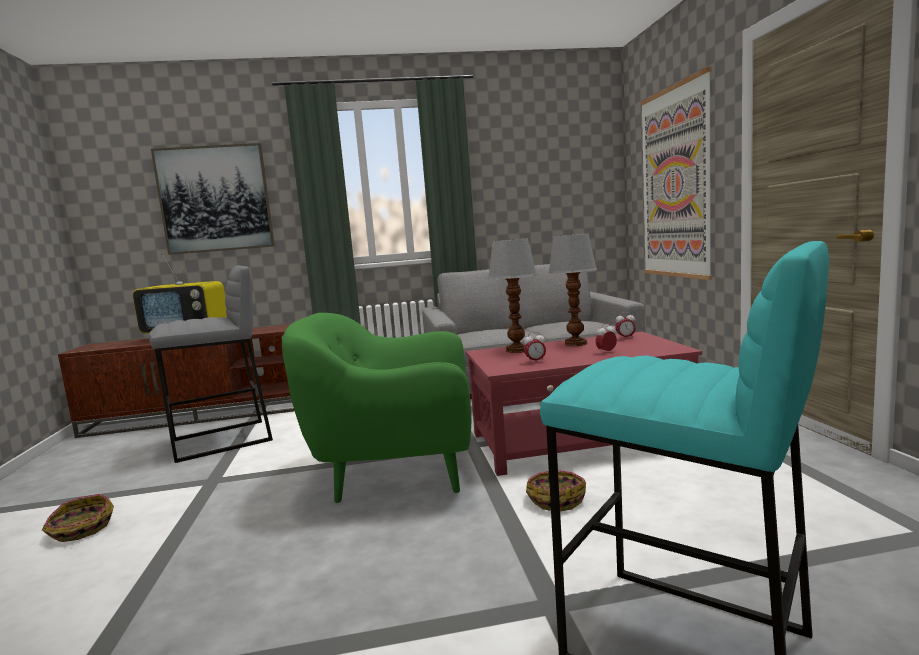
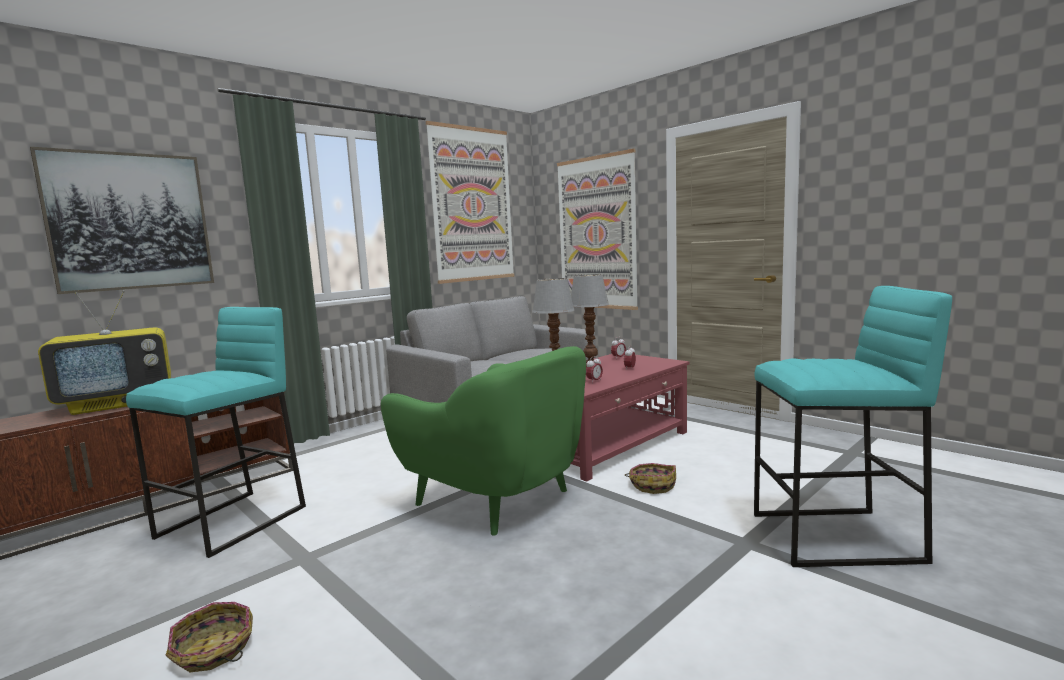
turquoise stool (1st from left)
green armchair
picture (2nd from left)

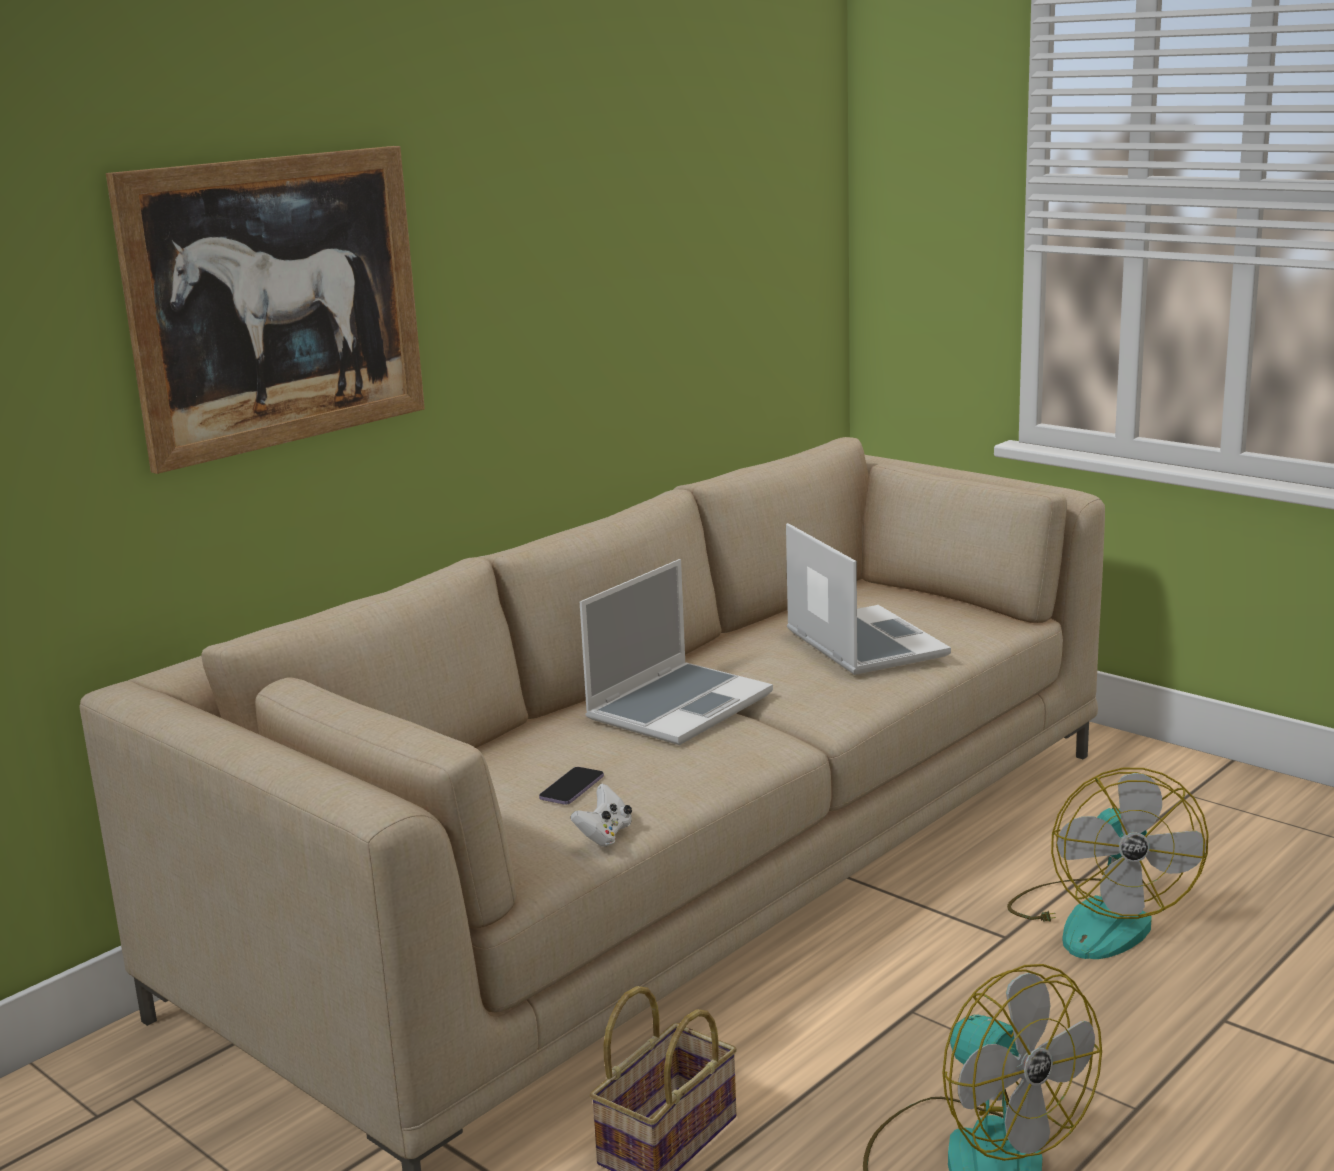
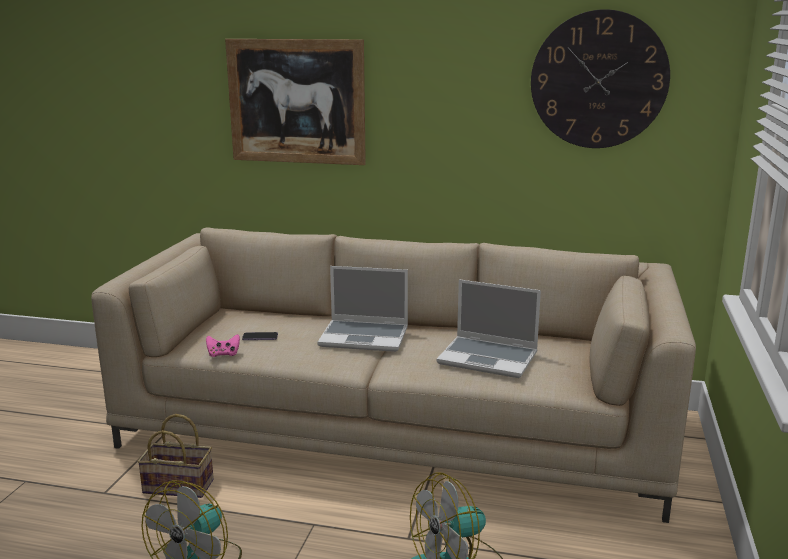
pink game controller
laptop (2nd from left)
wall clock

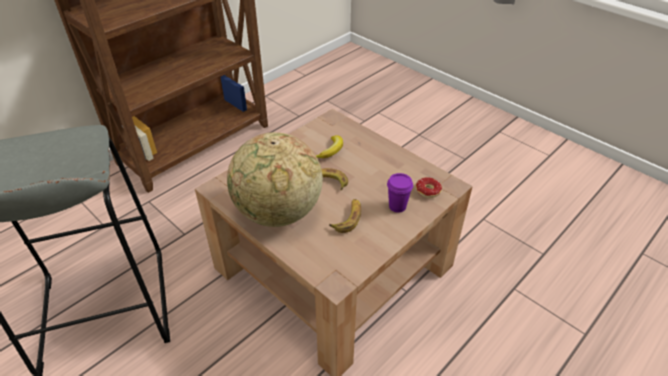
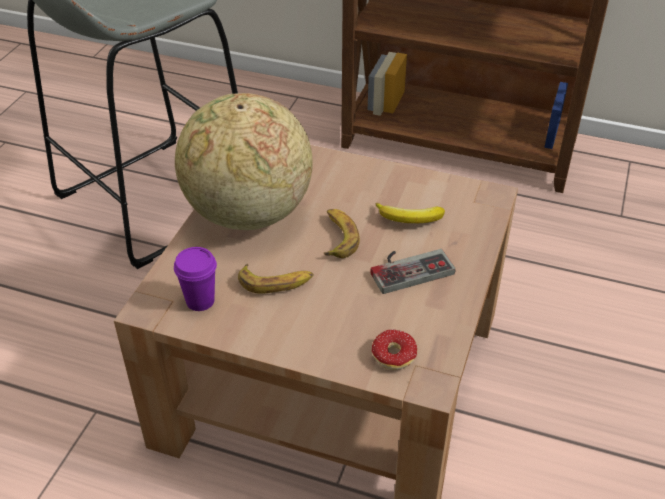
purple cup
game controller

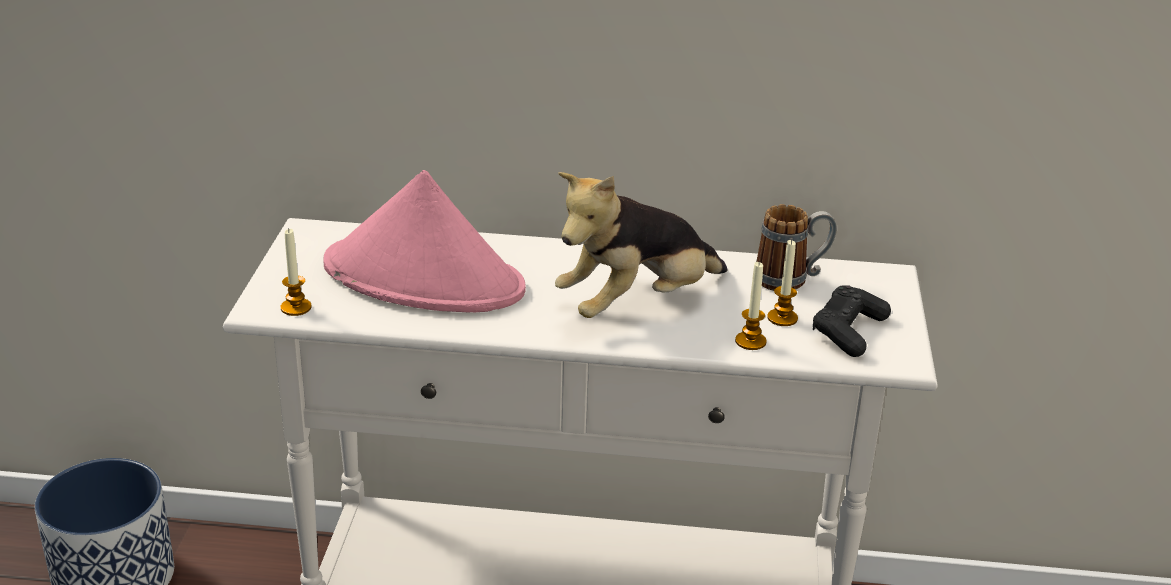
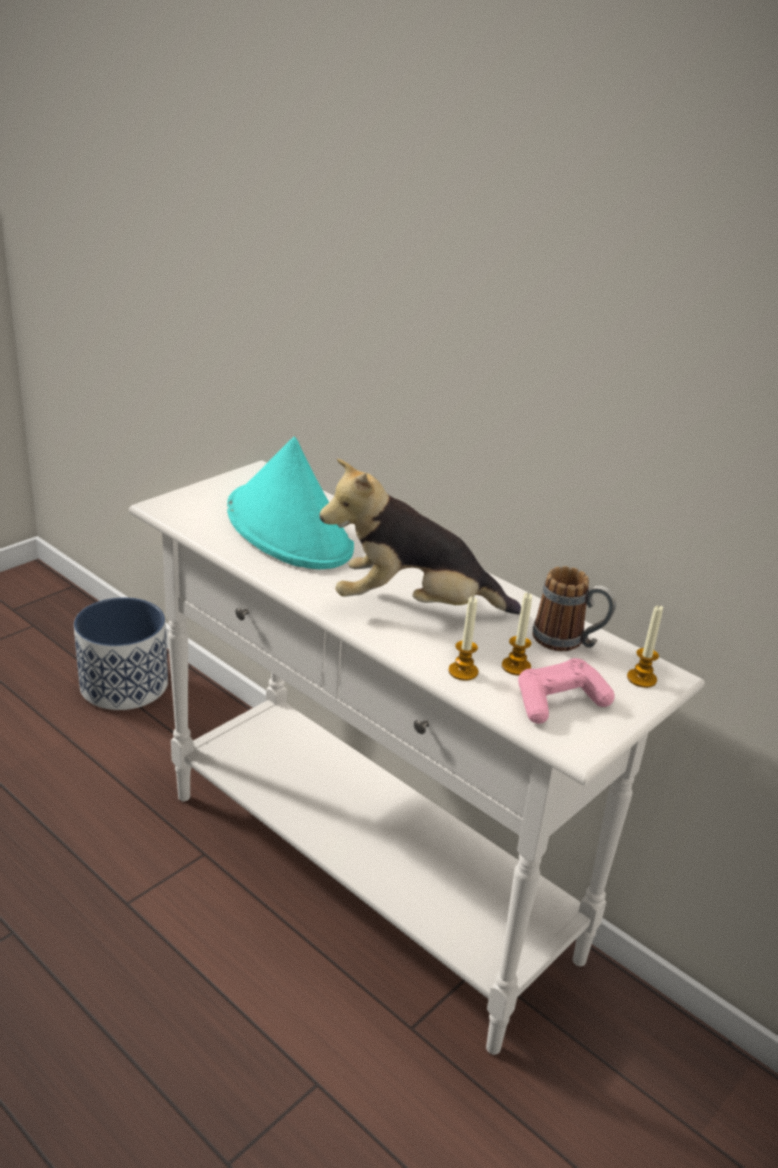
turquoise hat
pink game controller
candle (3rd from left)

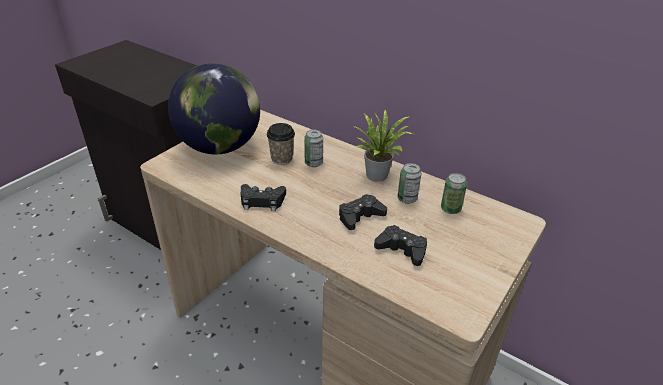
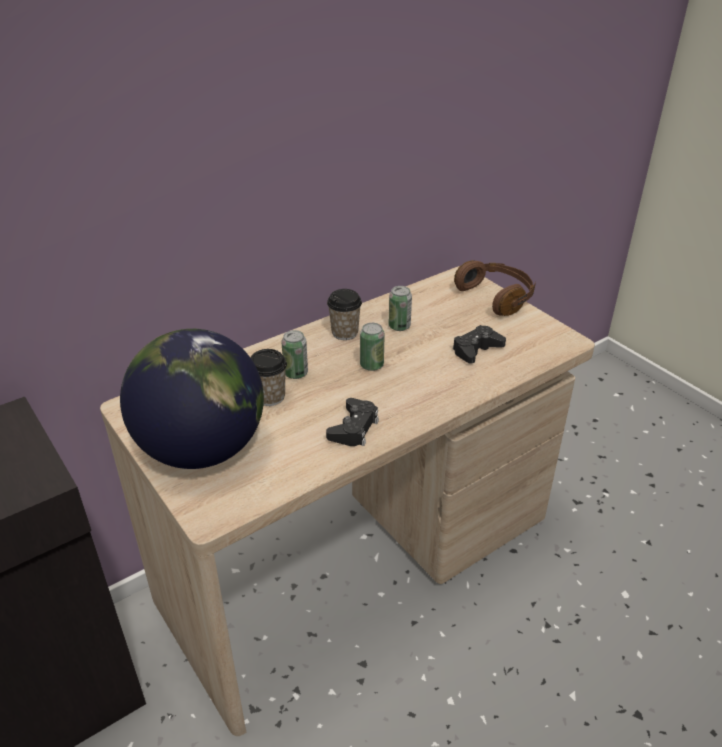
cup (2nd from left)
can (2nd from left)
brown headphones
black game controller (2nd from left in the first image)

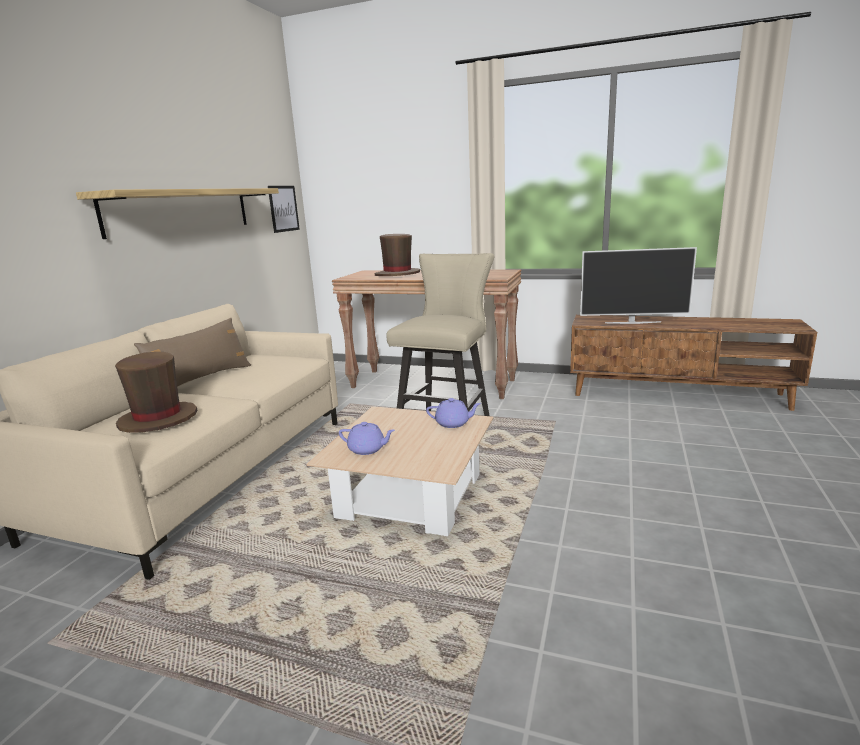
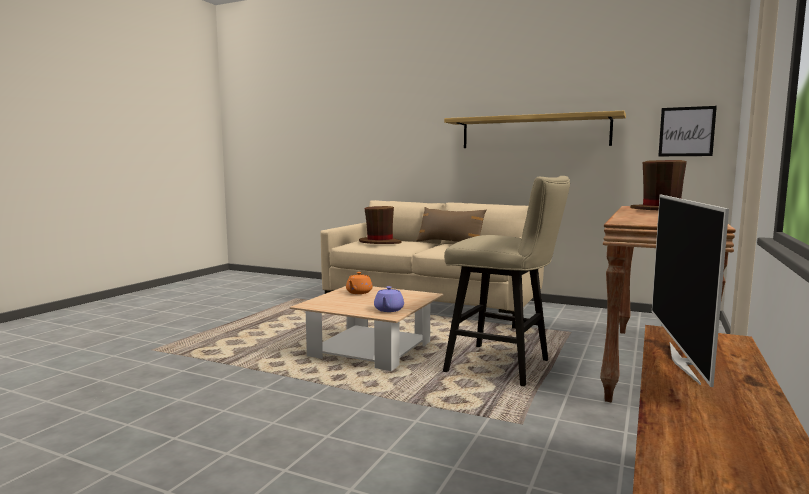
orange teapot

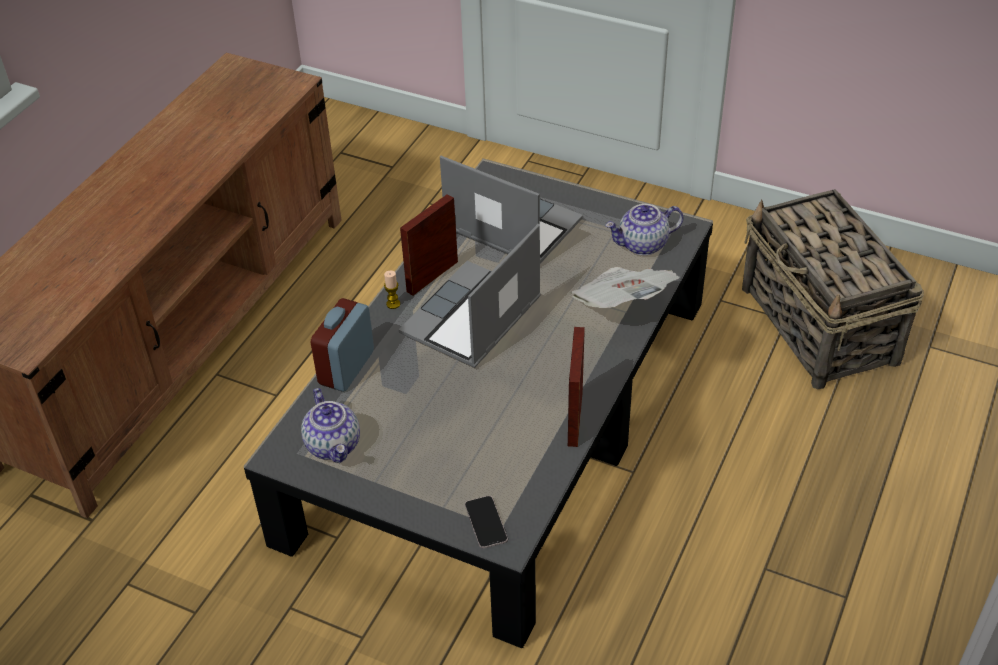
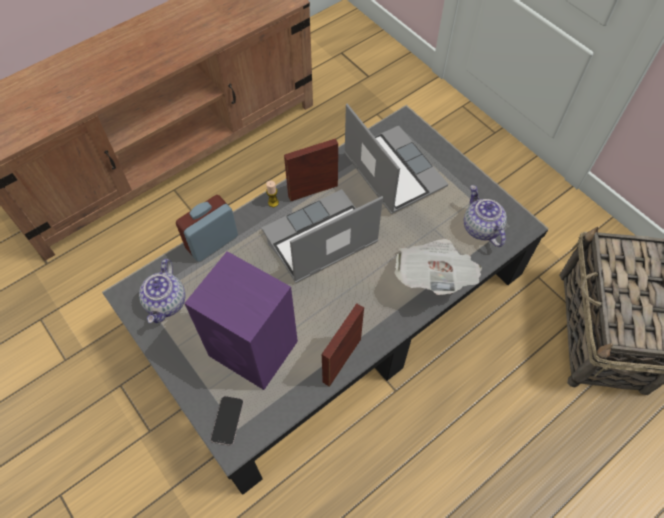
purple speaker
teapot (2nd from left)

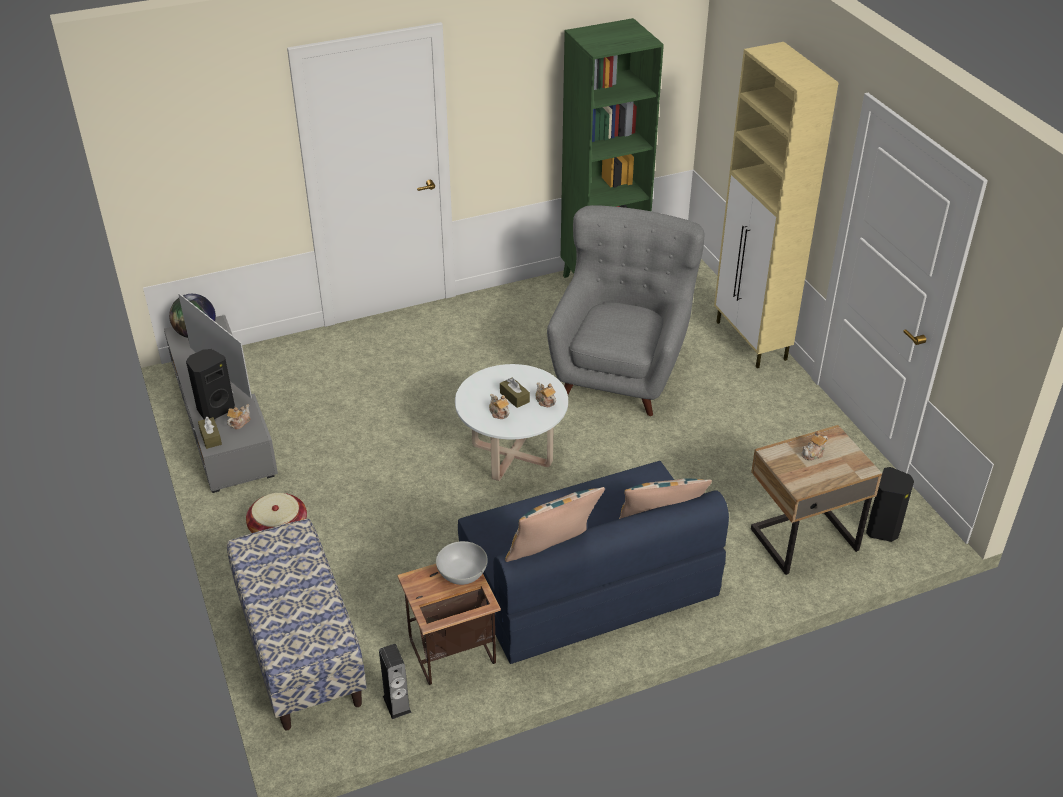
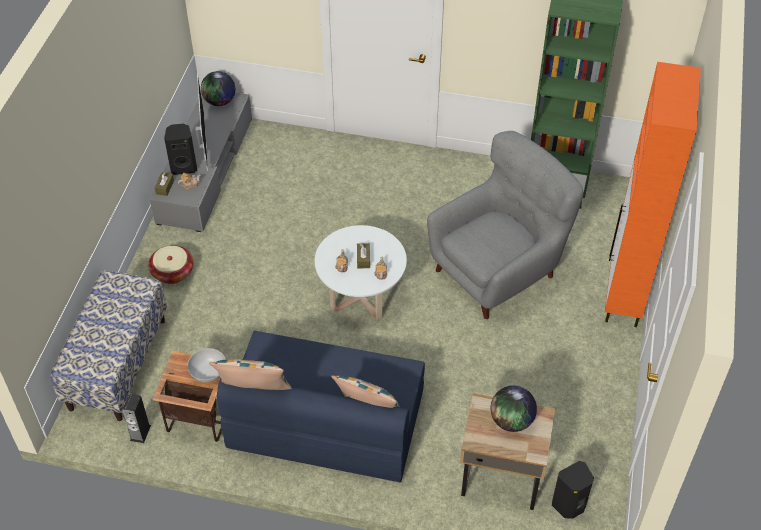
globe (2nd from left)
orange cabinet

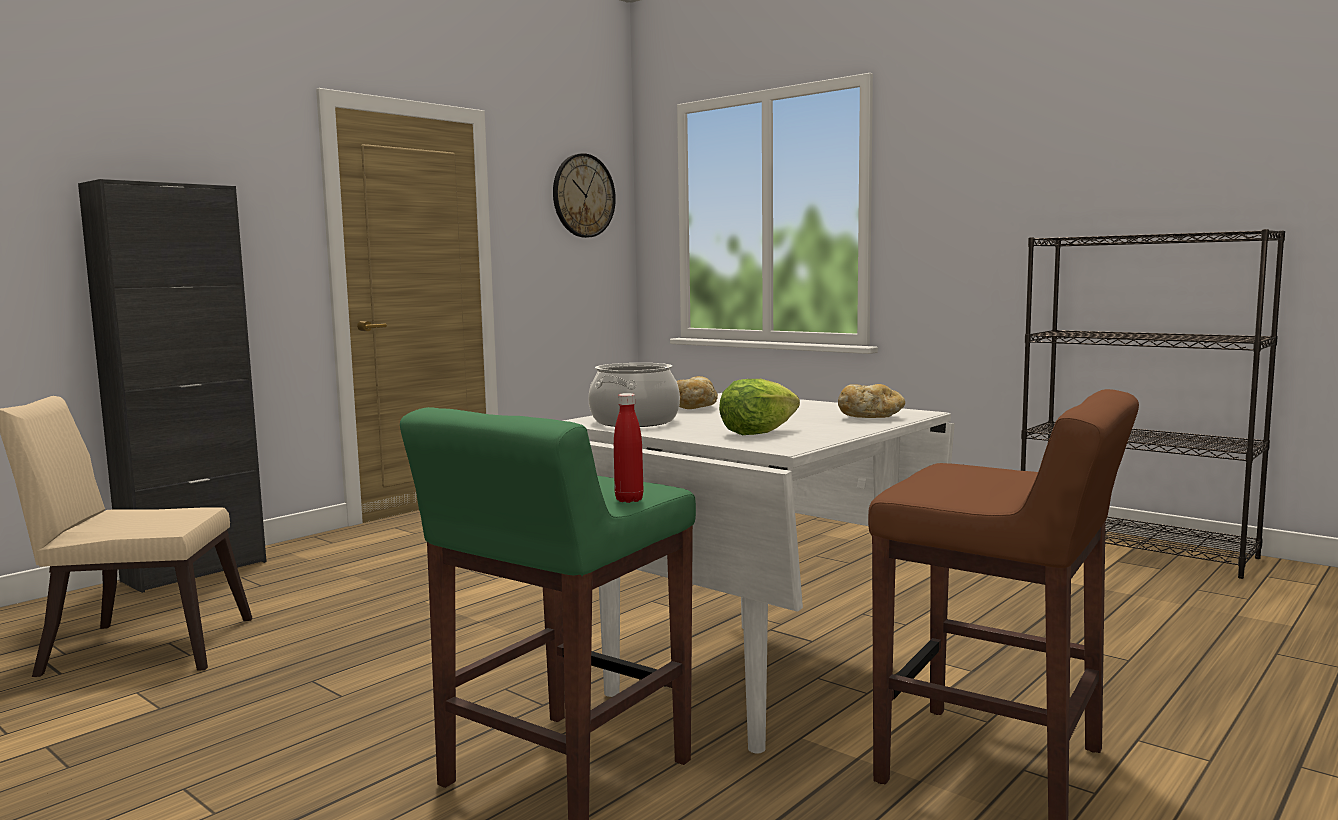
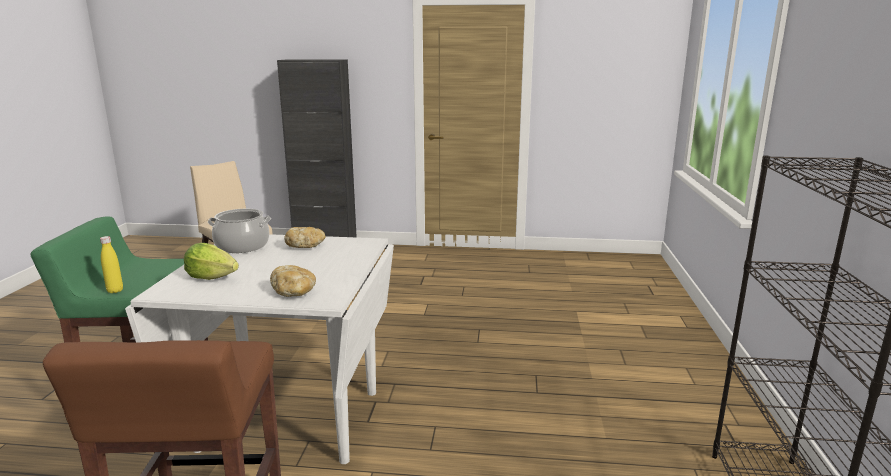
yellow bottle
wall clock

